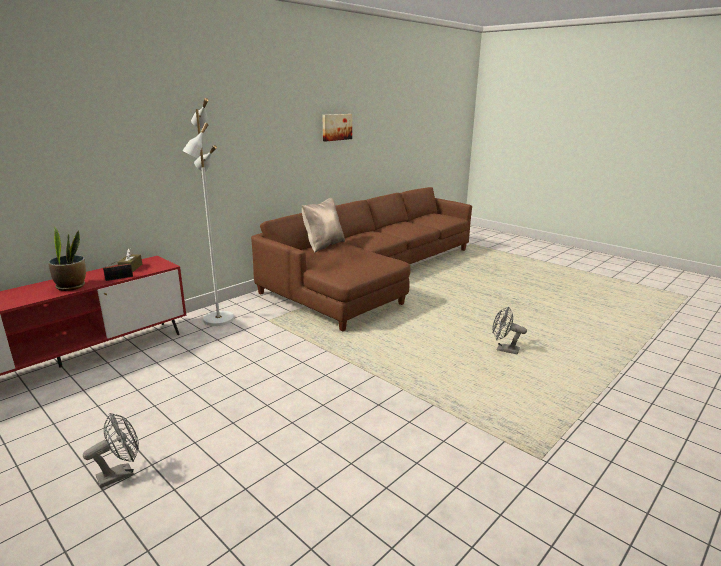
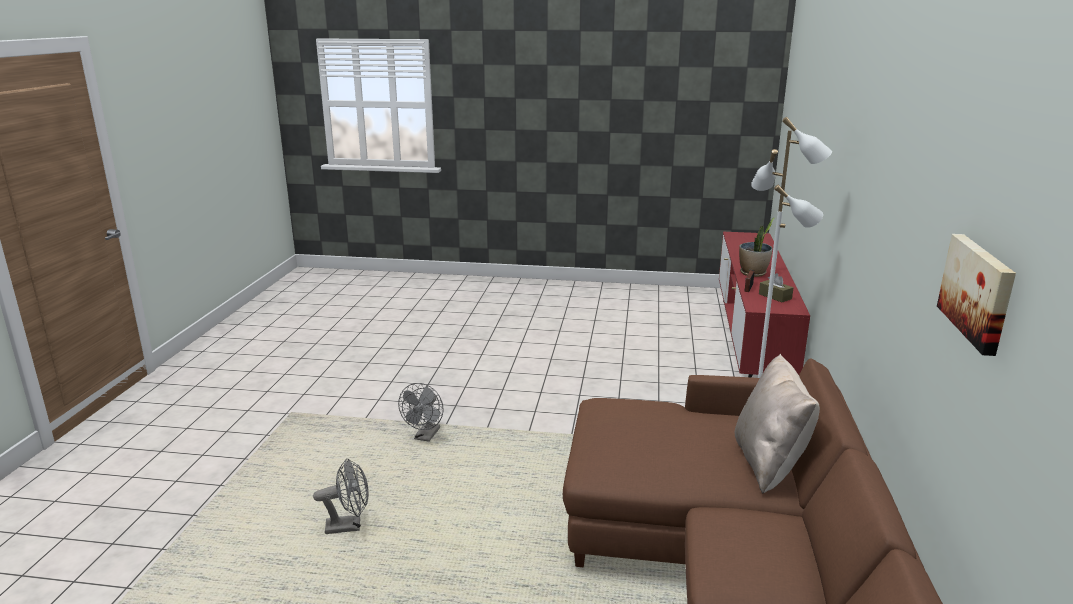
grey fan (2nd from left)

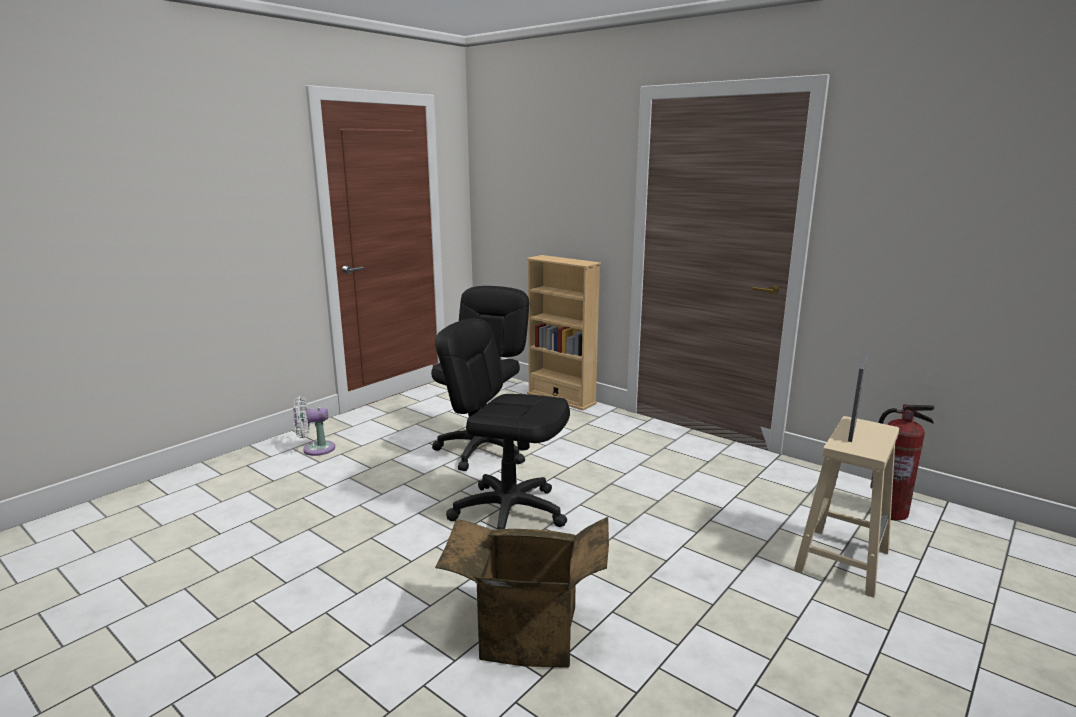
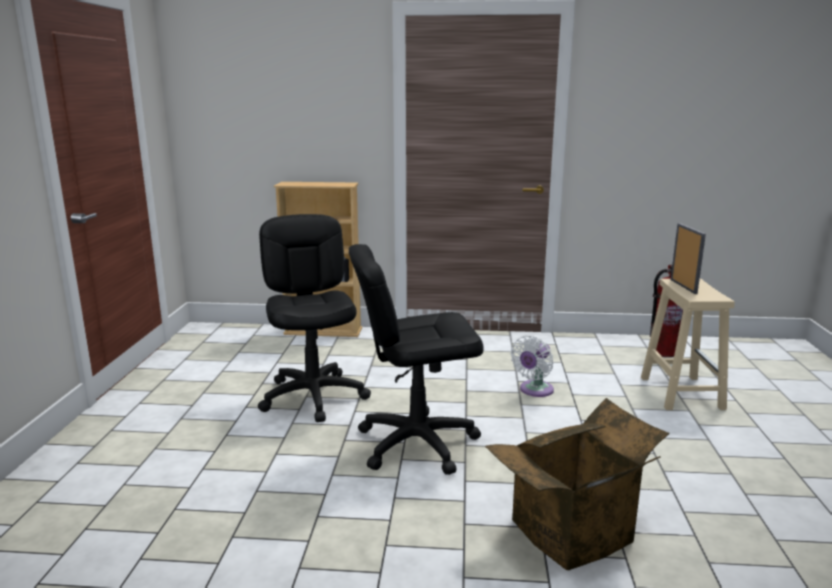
white fan

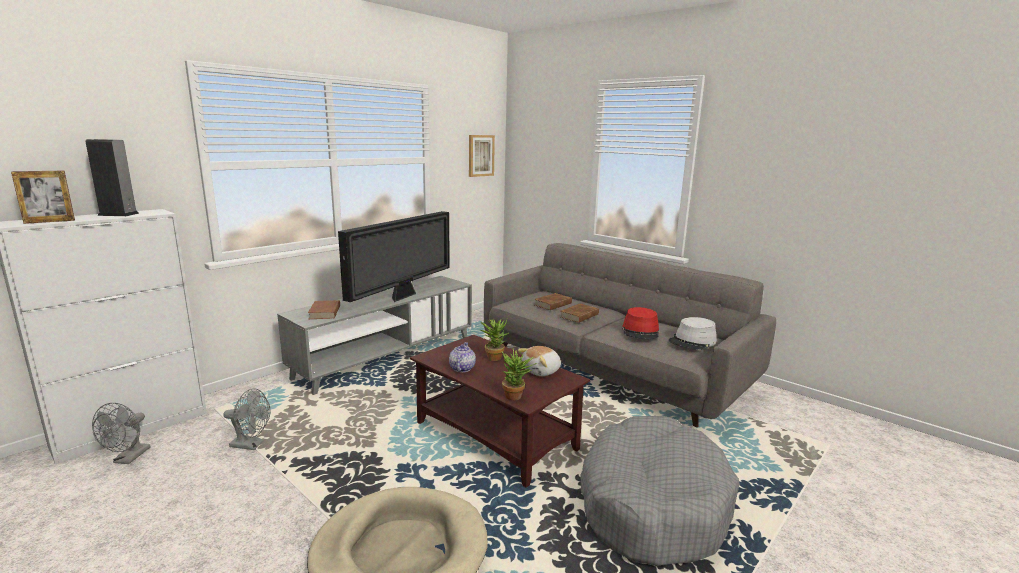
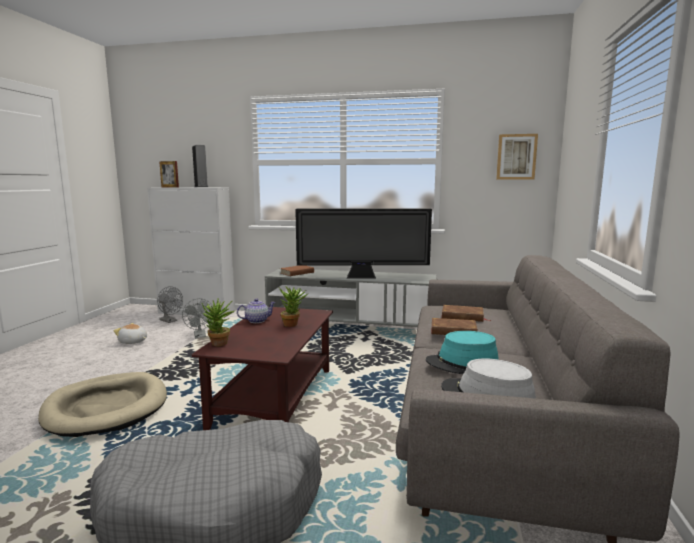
plush toy
grey fan (1st from left)
turquoise hat

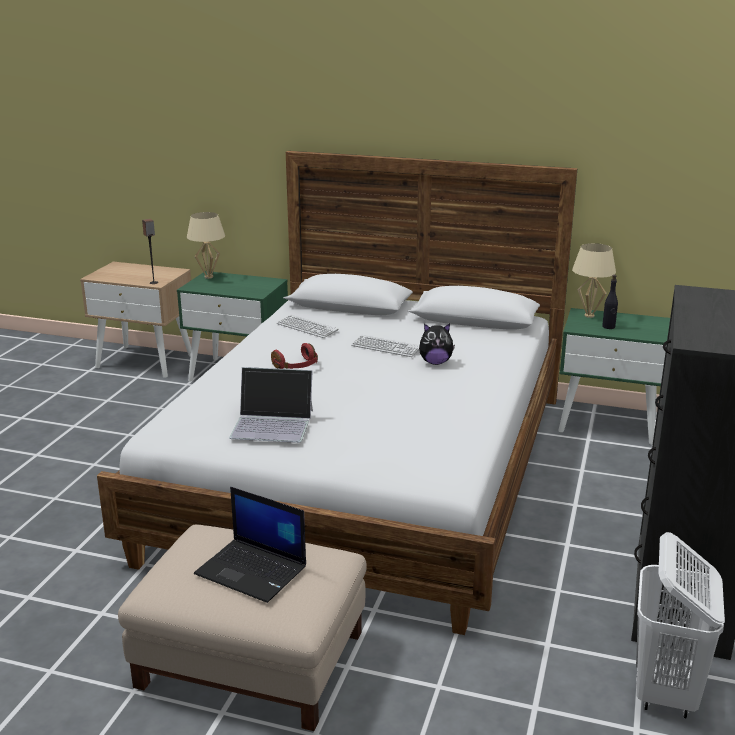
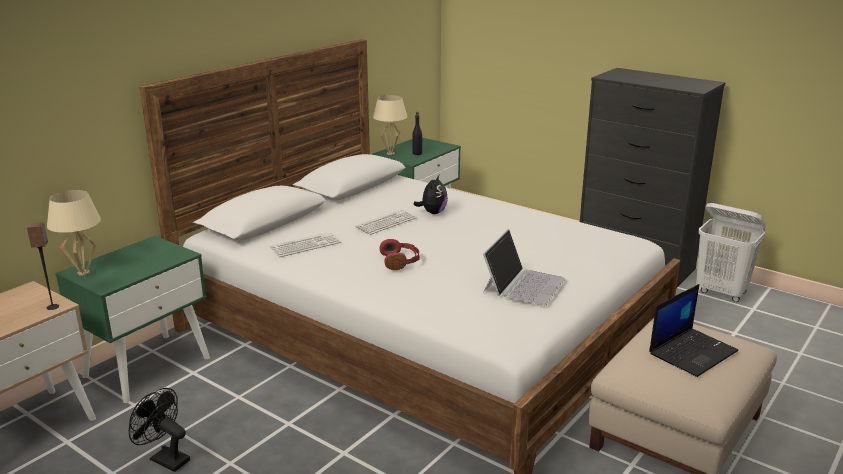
black fan

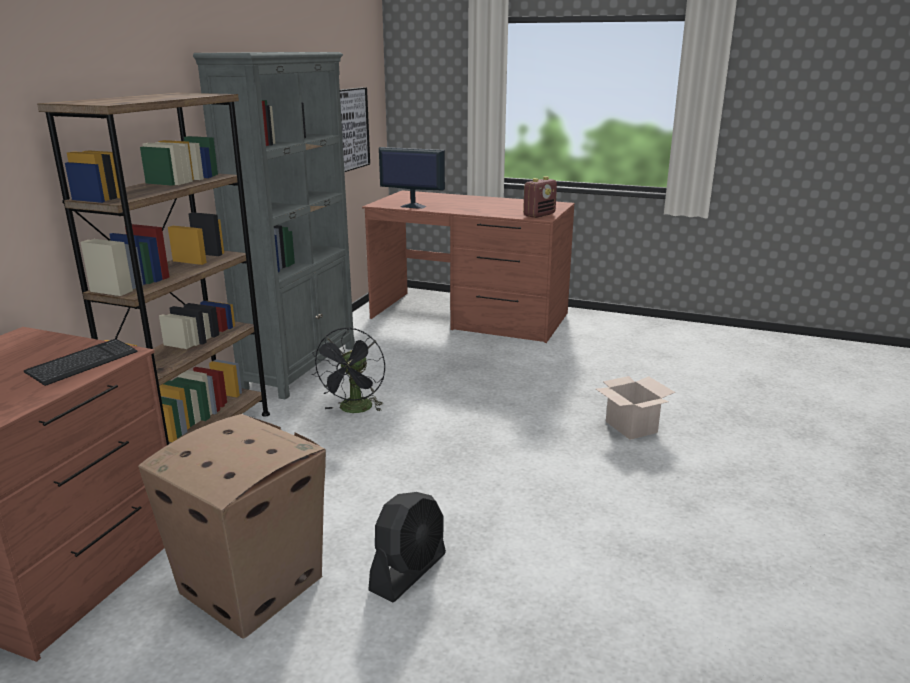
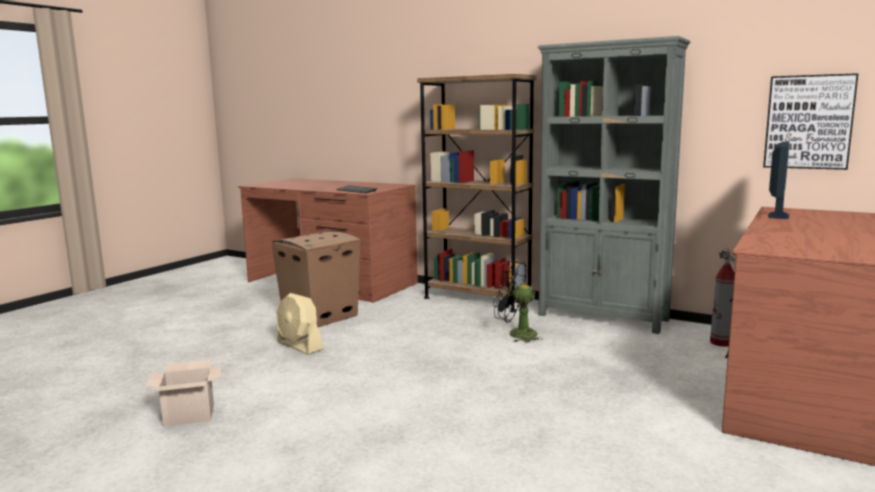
cardboard box (1st from left)
beige fan
fire extinguisher
radio

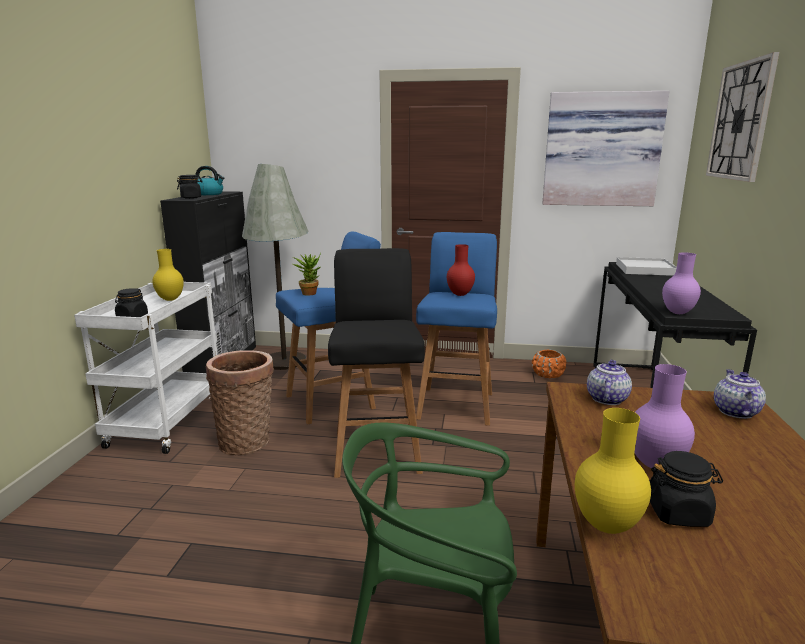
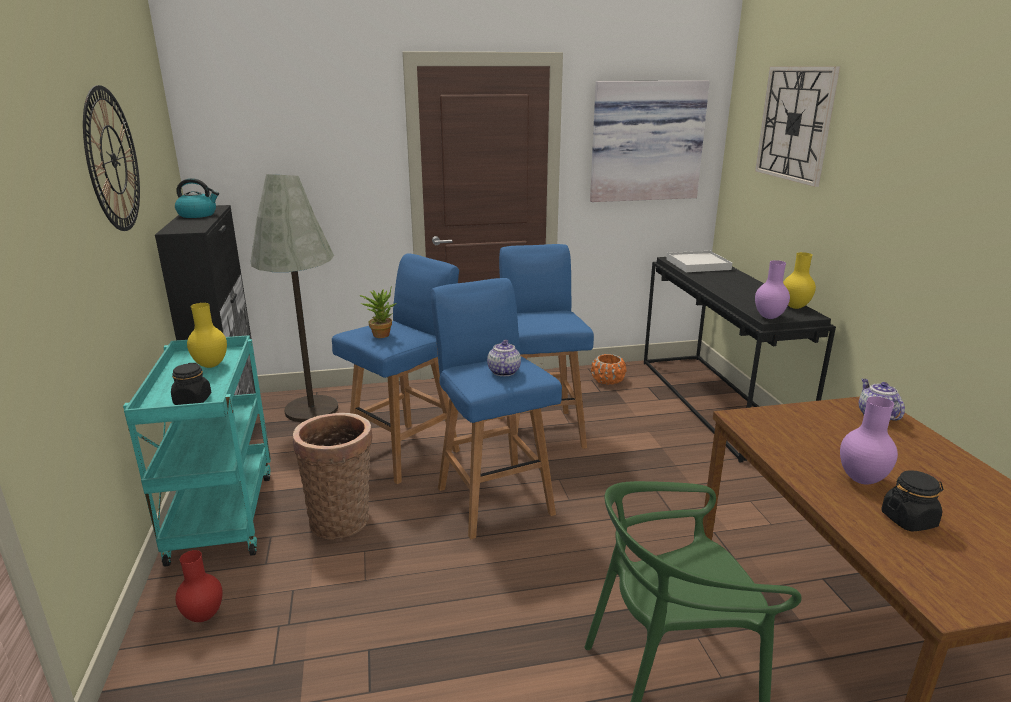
wall clock (1st from left)
turquoise cart
red vase
blue stool (2nd from left)
teapot (1st from left)
yellow vase (2nd from left)
black jar (2nd from left in the first image)

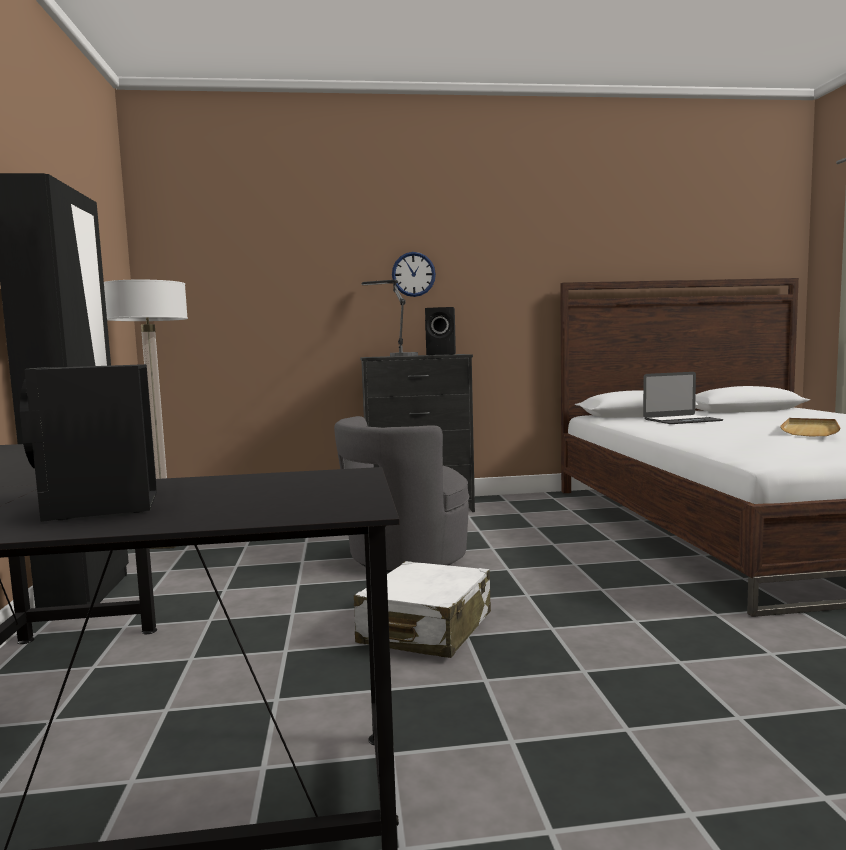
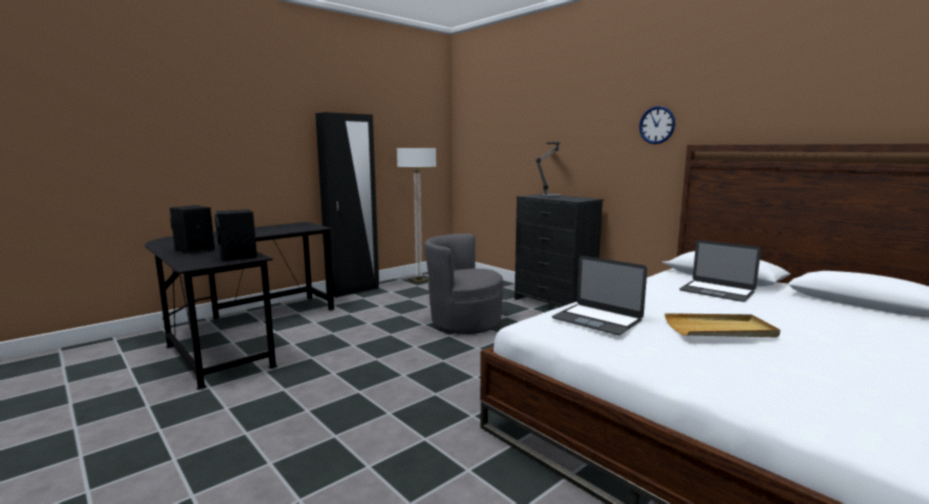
black speaker (2nd from left)
laptop (1st from left)
wall clock
white suitcase

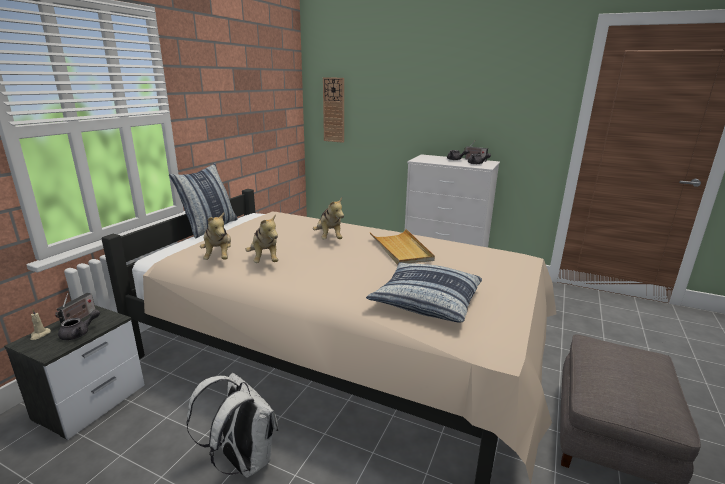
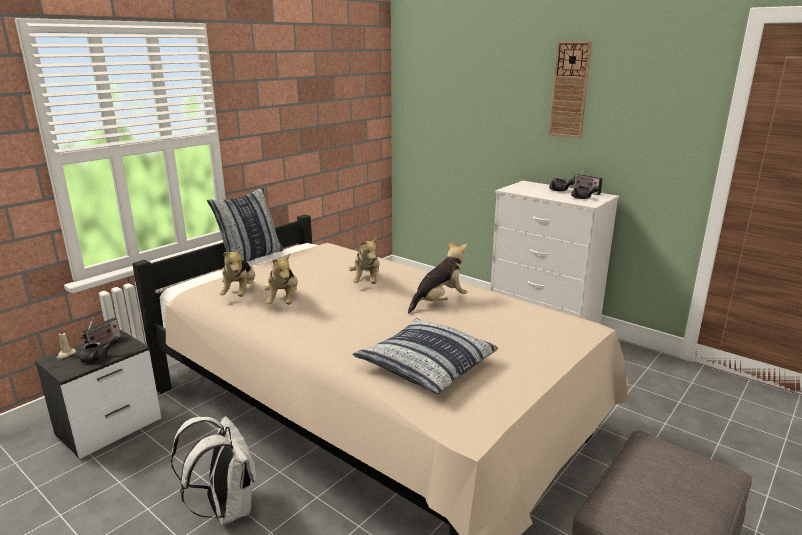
plush toy (4th from left)
wall clock

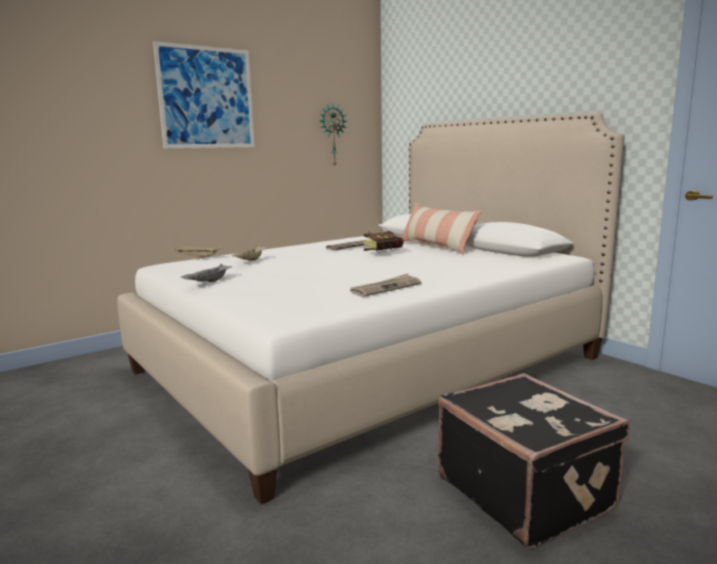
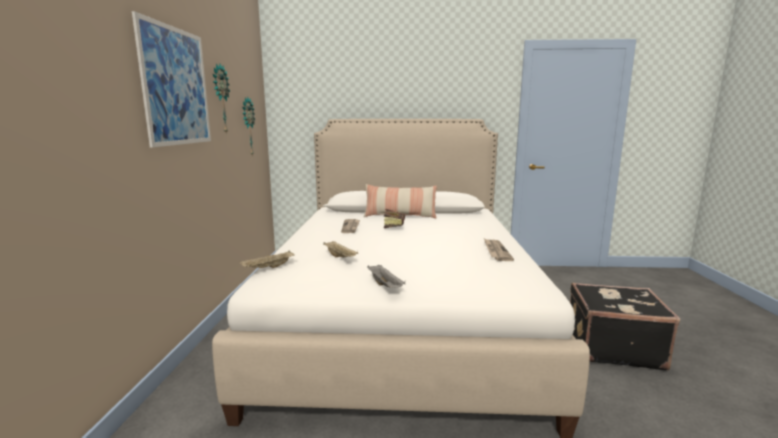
wall clock (1st from left)

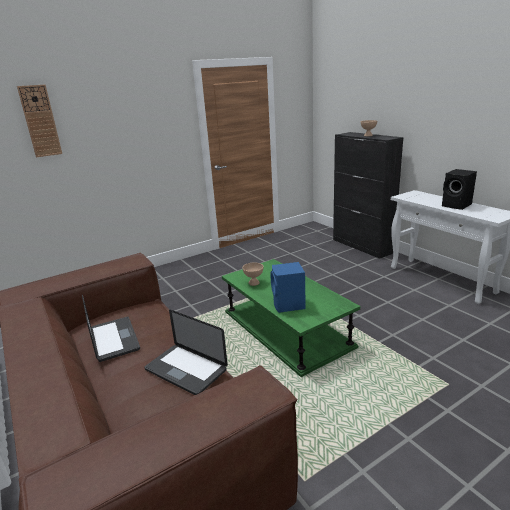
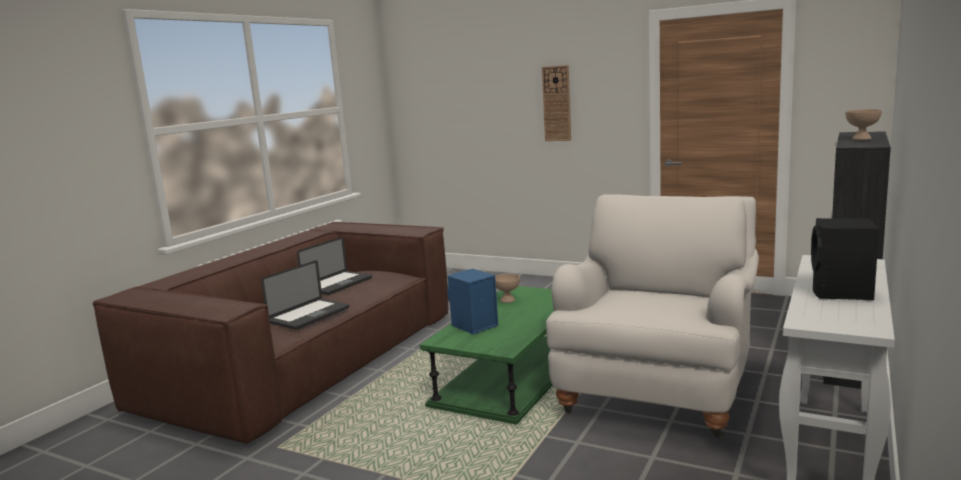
laptop (1st from left)
wall clock
white armchair

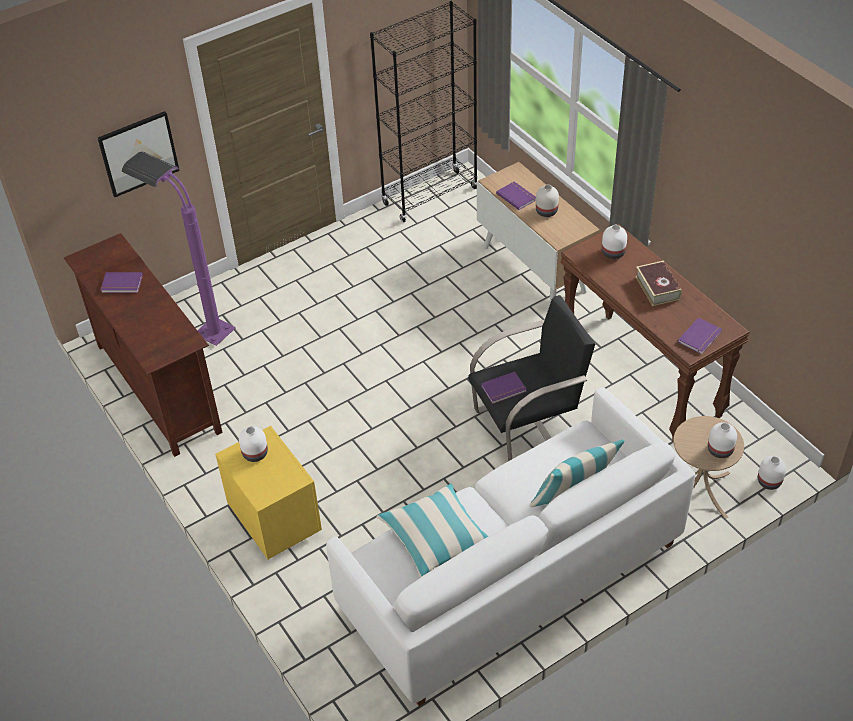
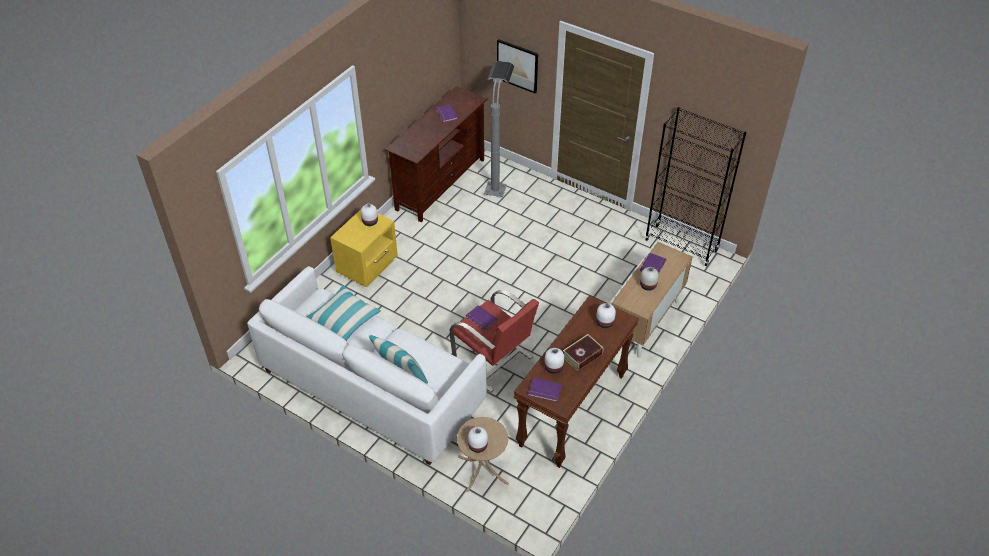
red armchair
grey floor lamp
white vase (3rd from left)

